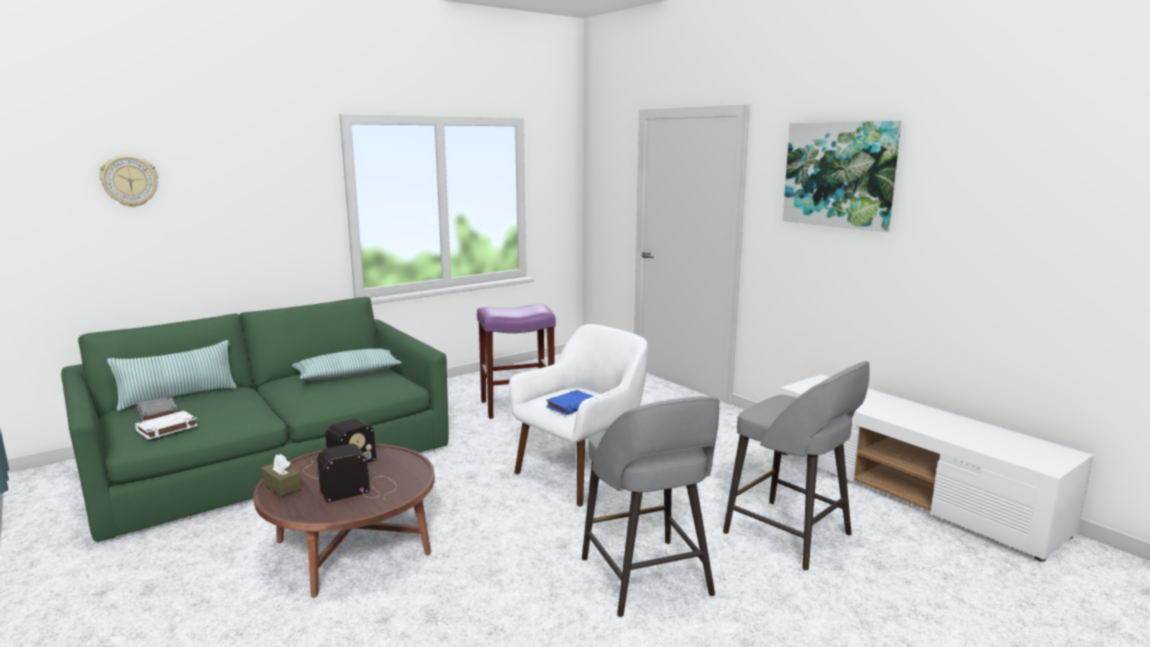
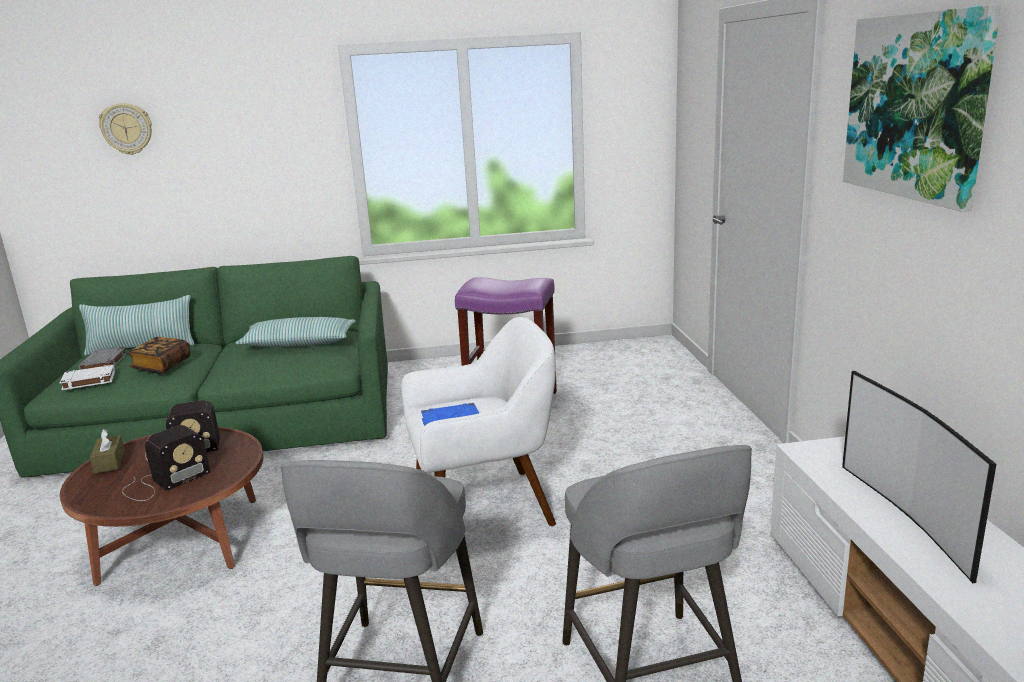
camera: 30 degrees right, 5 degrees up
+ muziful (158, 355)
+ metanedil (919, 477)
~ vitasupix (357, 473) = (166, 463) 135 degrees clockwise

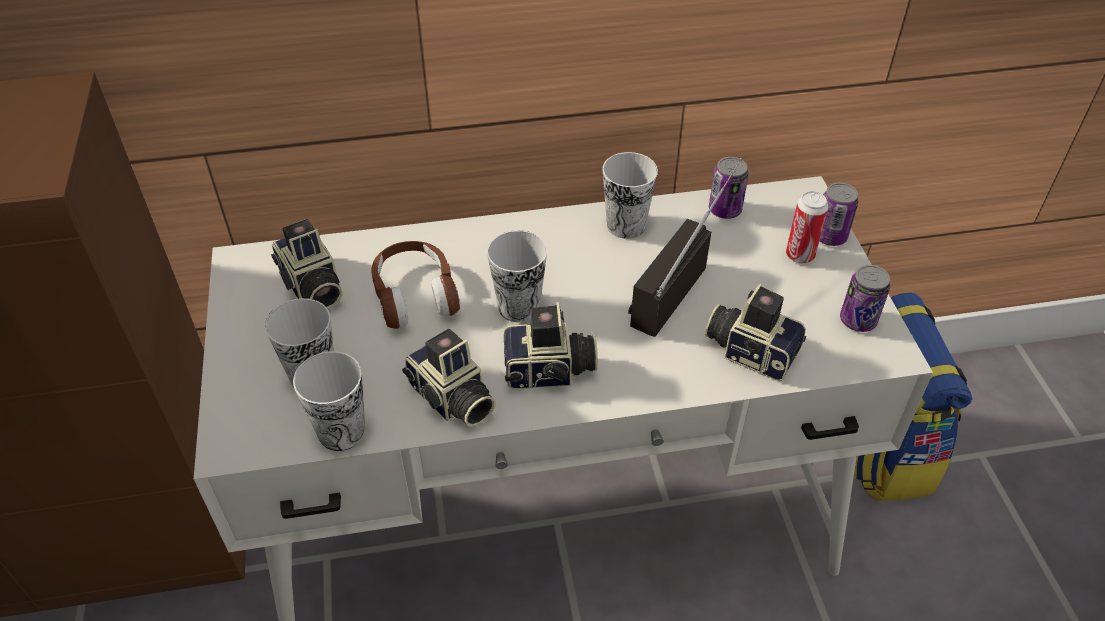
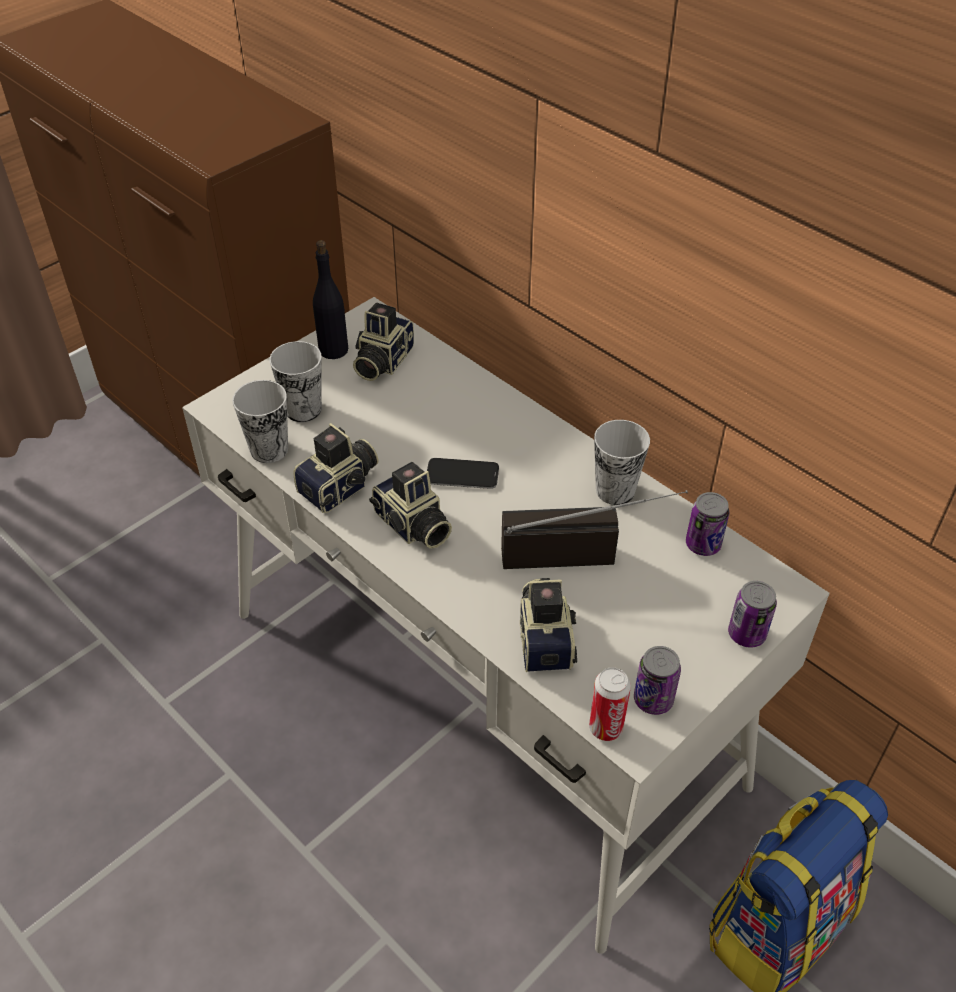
camera: 55 degrees right, 0 degrees up
- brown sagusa (415, 285)
+ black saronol (330, 299)
~ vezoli (807, 227) to (610, 704)
~ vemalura (517, 276) to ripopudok (463, 473)
~ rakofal (449, 377) = (335, 468) 150 degrees counterclockwise

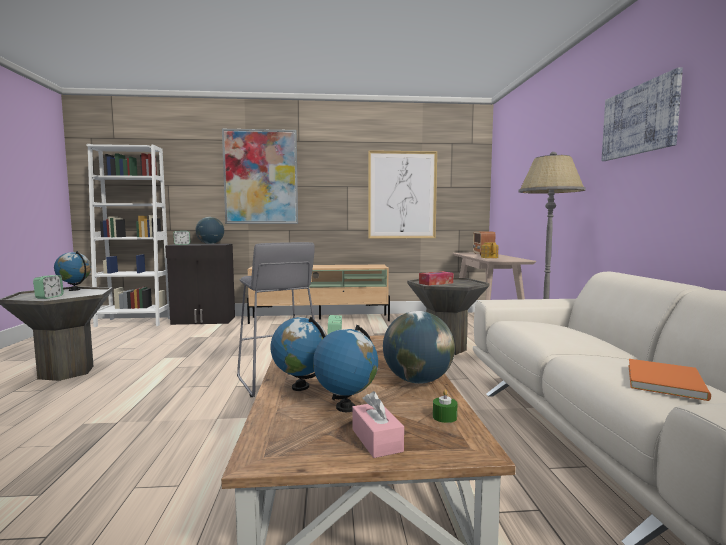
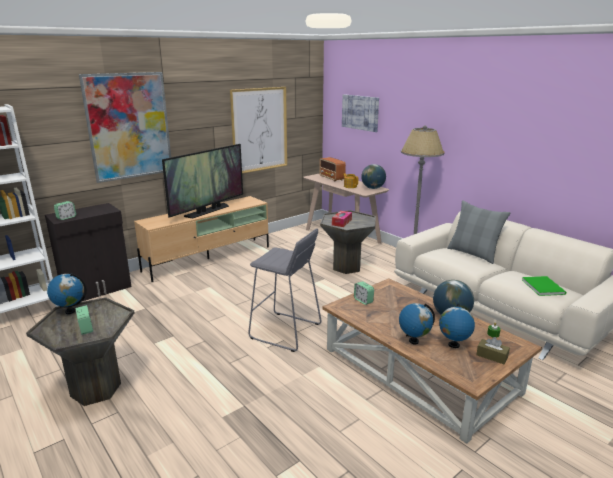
camera: 35 degrees left, 15 degrees up
+ metanedil (202, 181)
+ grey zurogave (478, 232)
~ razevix (209, 230) to (373, 176)
~ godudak (642, 114) to (360, 113)
~ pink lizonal (378, 424) to brown lizonal (493, 350)
~ orange muziful (669, 380) to green muziful (544, 286)

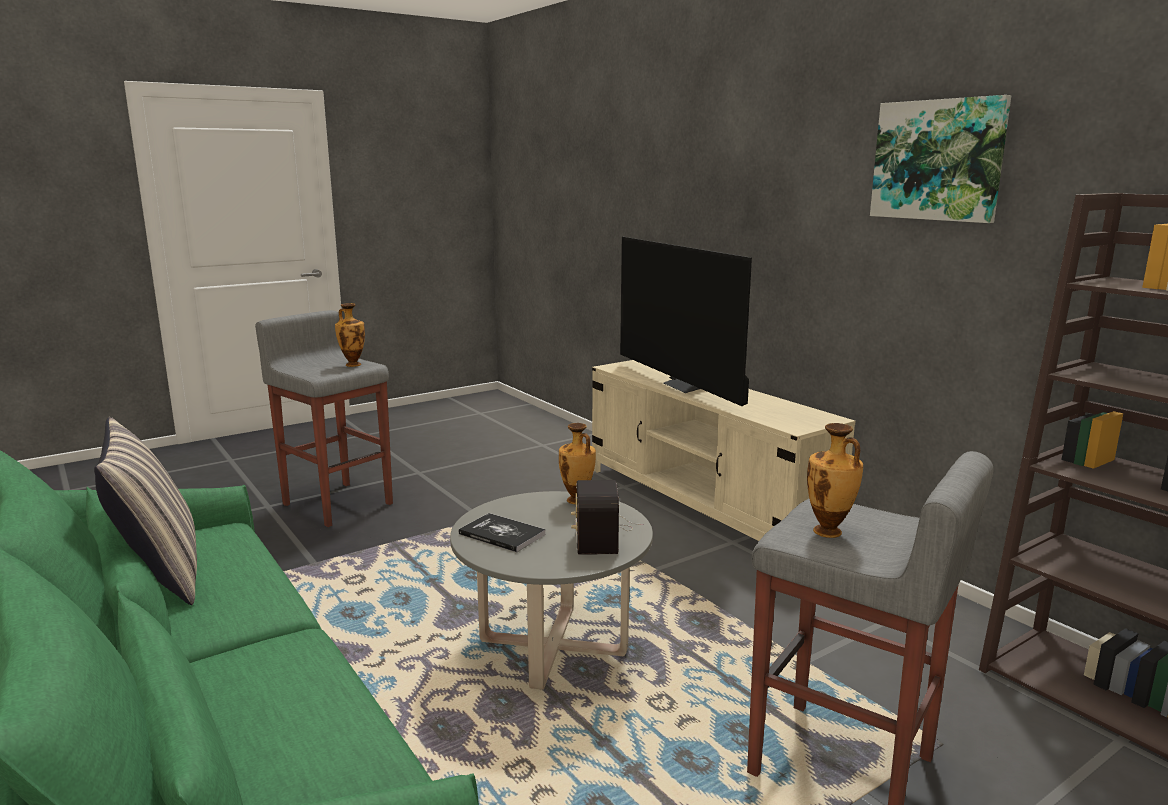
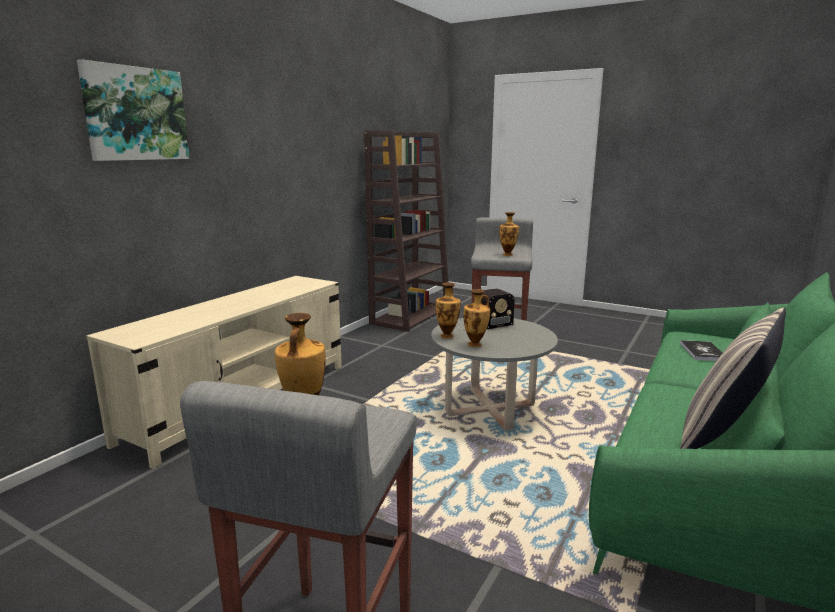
camera: 115 degrees left, 0 degrees up
- metanedil (686, 321)
+ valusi (476, 318)
~ muziful (502, 532) to (701, 350)
~ godudak (941, 159) to (133, 110)

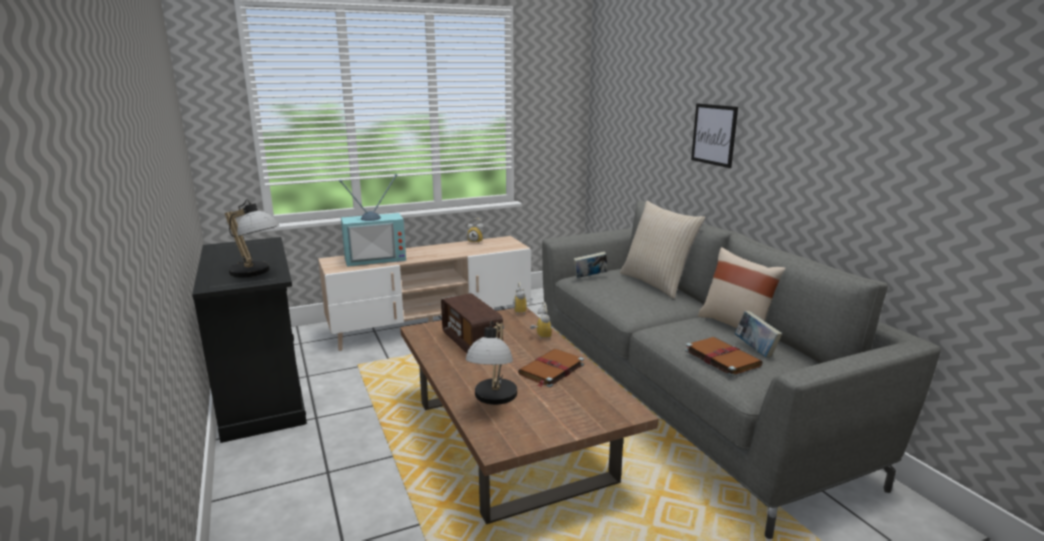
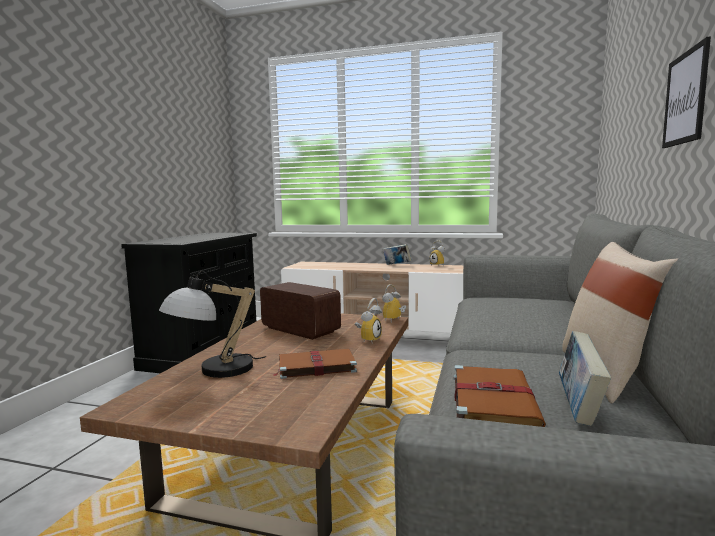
camera: 40 degrees right, 10 degrees down
- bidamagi (252, 238)
- metanedil (372, 220)
- beige zurogave (662, 250)
~ muziful (590, 265) to (397, 254)
~ vitasupix (472, 323) = (300, 311) 120 degrees clockwise

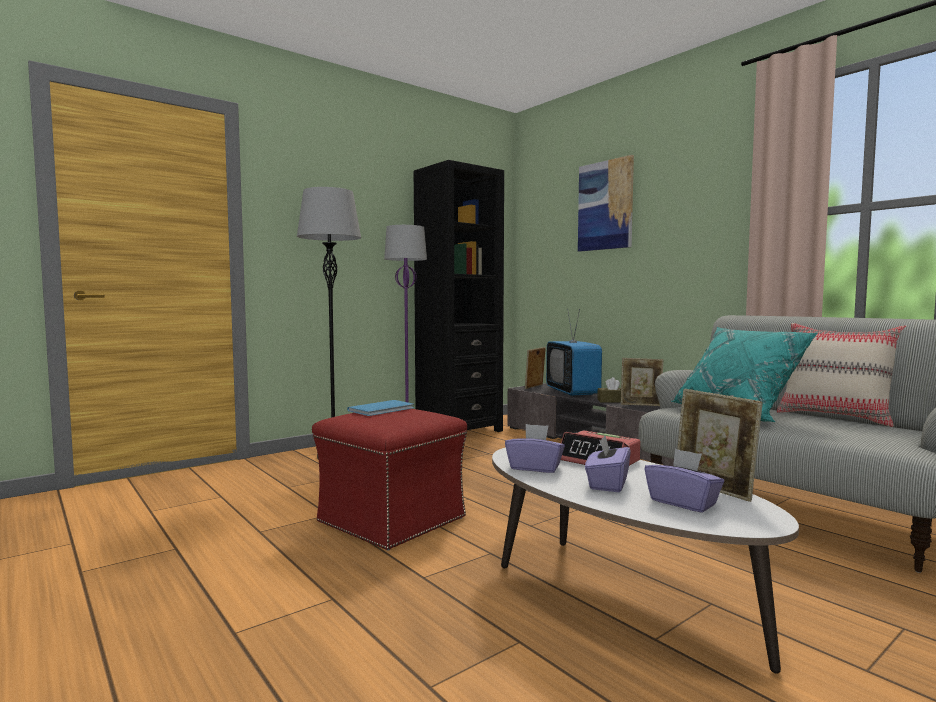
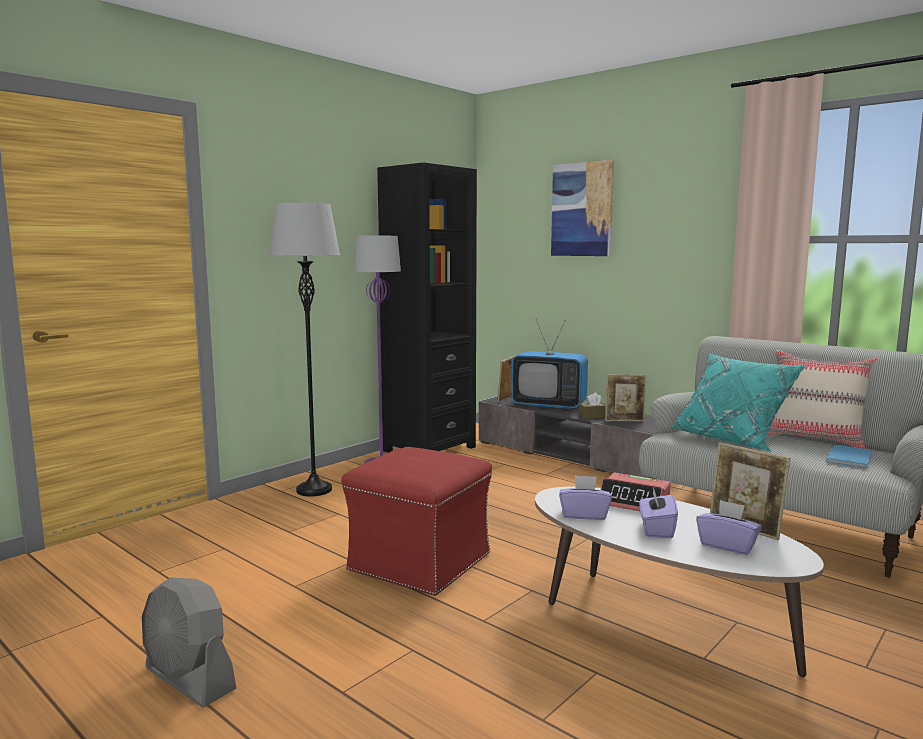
camera: 10 degrees left, 5 degrees up
+ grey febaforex (189, 642)
~ blue muziful (380, 408) to (849, 456)
~ metanedil (574, 352) = (550, 364) 45 degrees counterclockwise

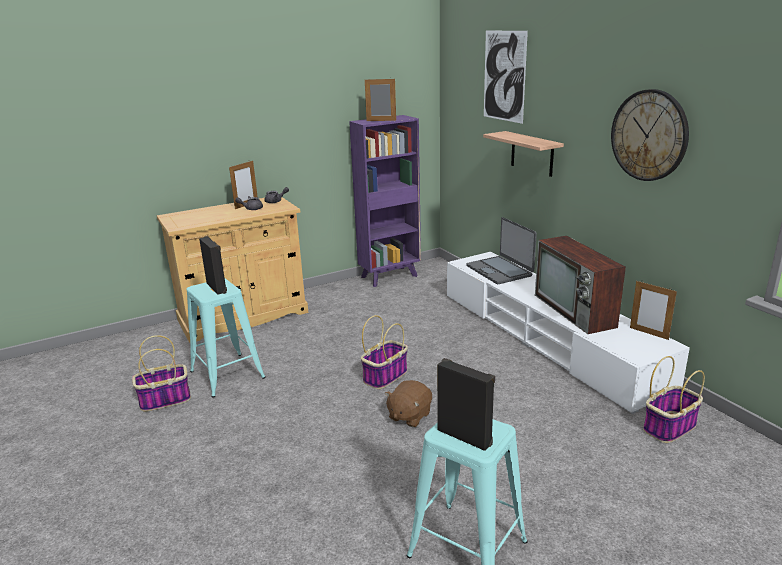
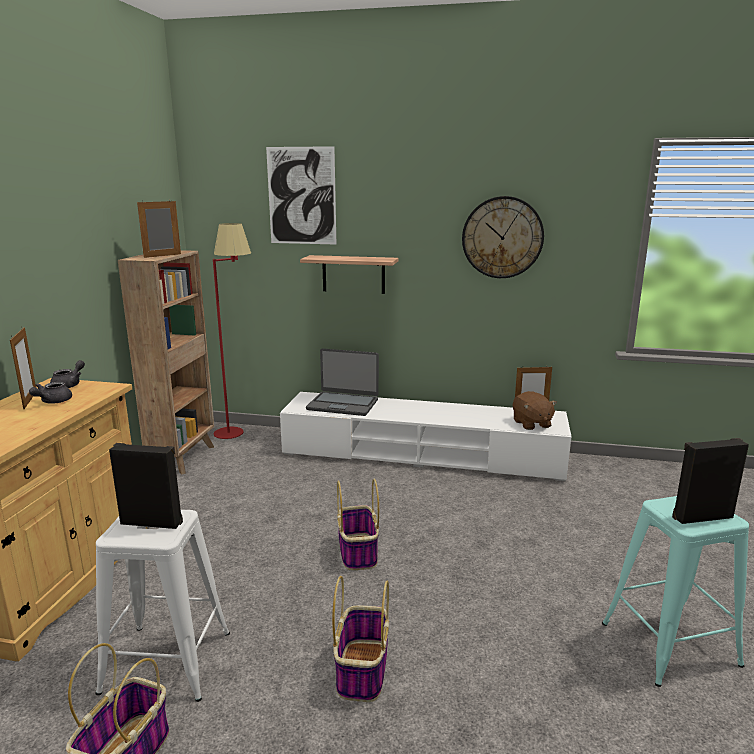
camera: 50 degrees left, 5 degrees down
- metanedil (580, 285)
+ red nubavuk (232, 331)
~ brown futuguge (408, 403) to (535, 410)
~ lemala (674, 399) to (360, 639)
~ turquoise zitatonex (226, 338) to white zitatonex (163, 606)
~ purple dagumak (385, 201) to brown dagumak (166, 362)

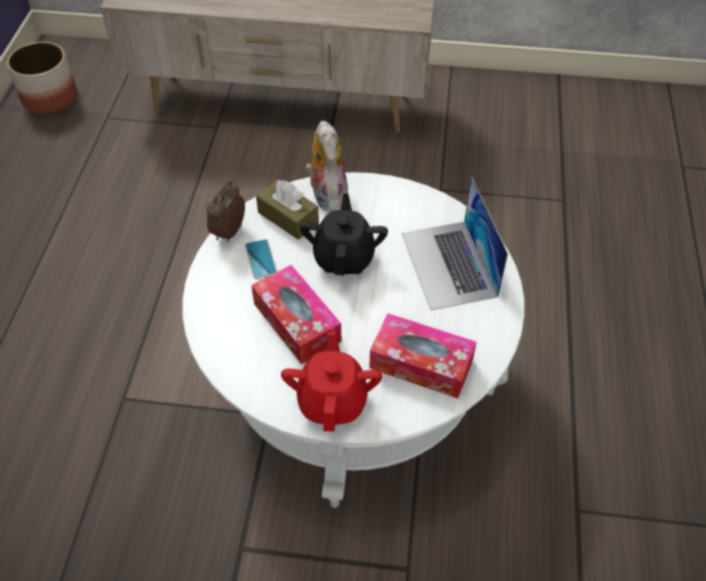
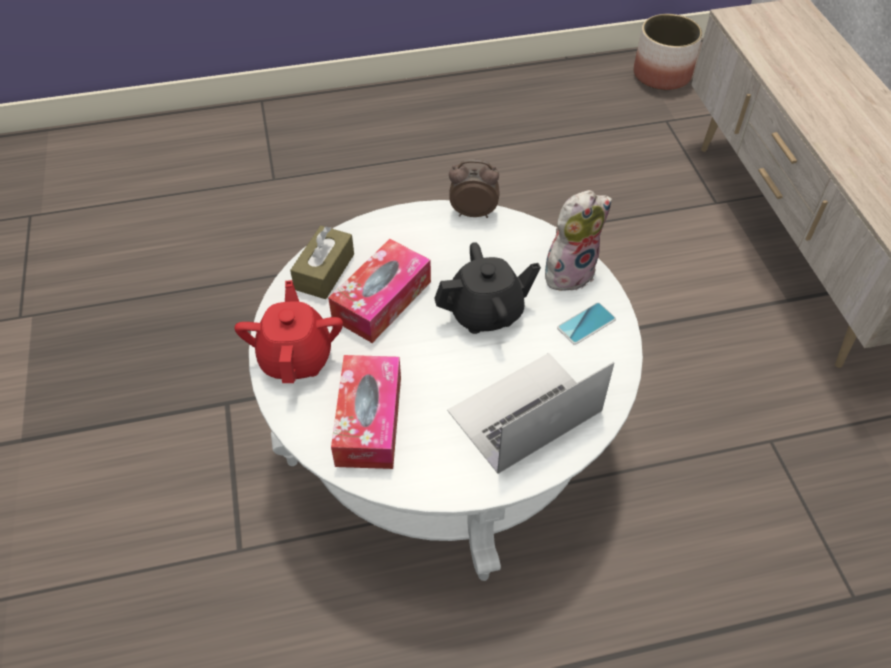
camera: 70 degrees right, 0 degrees up
~ ripopudok (261, 259) to (586, 324)
~ brown lizonal (287, 210) to (322, 262)
~ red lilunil (331, 380) = (289, 331) 75 degrees counterclockwise

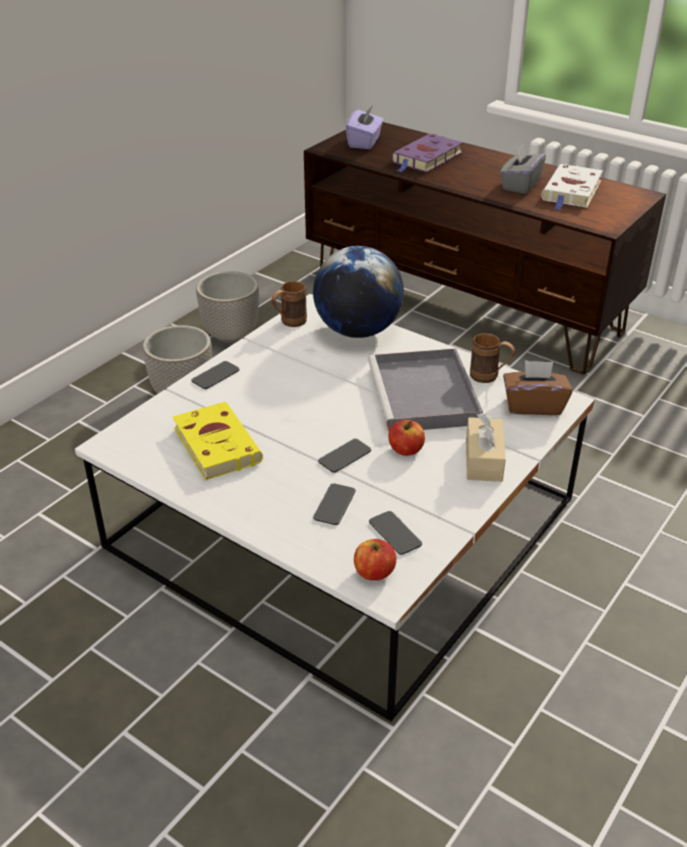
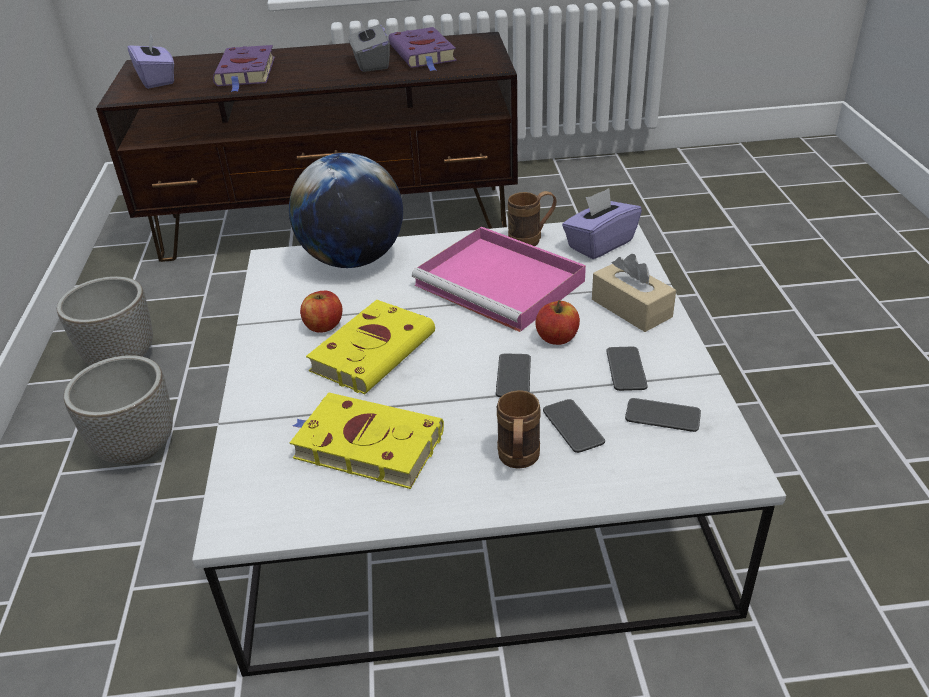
camera: 40 degrees left, 0 degrees up
+ yellow muziful (370, 347)
~ ripopudok (215, 375) to (627, 369)
~ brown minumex (289, 304) to (518, 429)
~ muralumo (375, 560) to (321, 312)
~ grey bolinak (425, 389) to pink bolinak (499, 279)
~ brown lizonal (537, 387) to purple lizonal (602, 223)
~ white muziful (572, 187) to purple muziful (422, 49)

